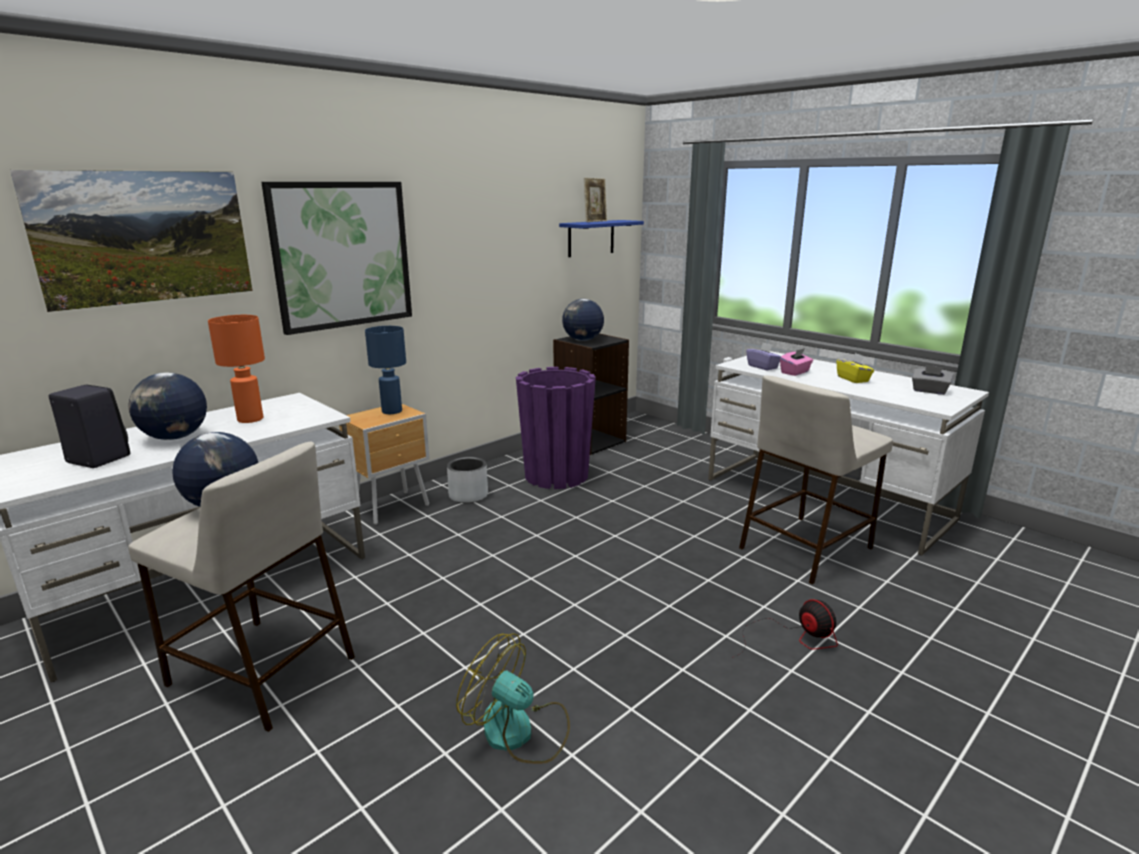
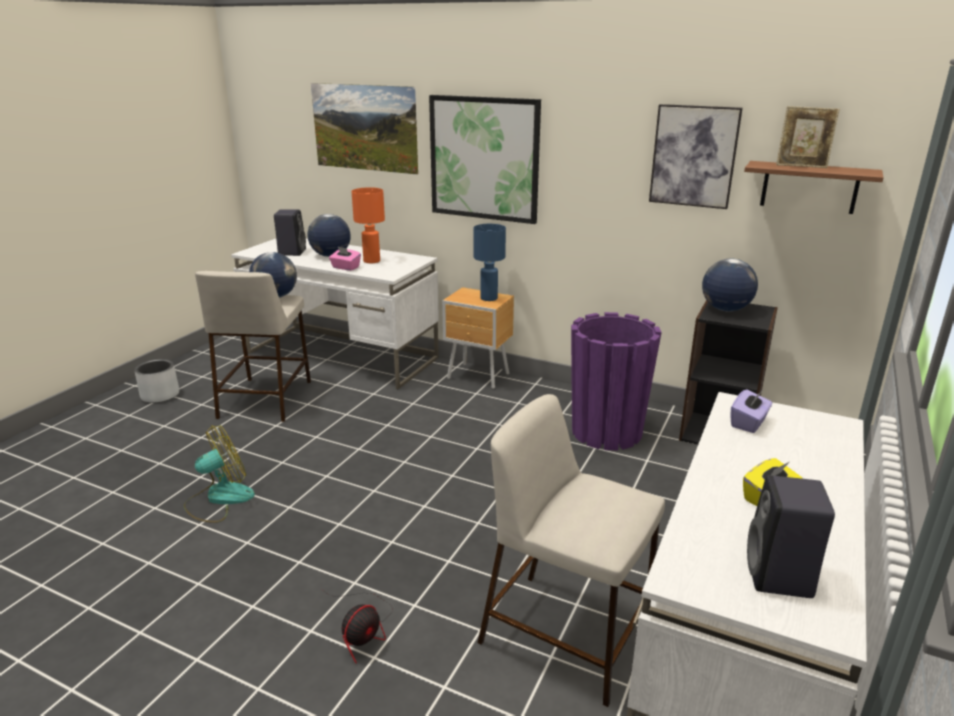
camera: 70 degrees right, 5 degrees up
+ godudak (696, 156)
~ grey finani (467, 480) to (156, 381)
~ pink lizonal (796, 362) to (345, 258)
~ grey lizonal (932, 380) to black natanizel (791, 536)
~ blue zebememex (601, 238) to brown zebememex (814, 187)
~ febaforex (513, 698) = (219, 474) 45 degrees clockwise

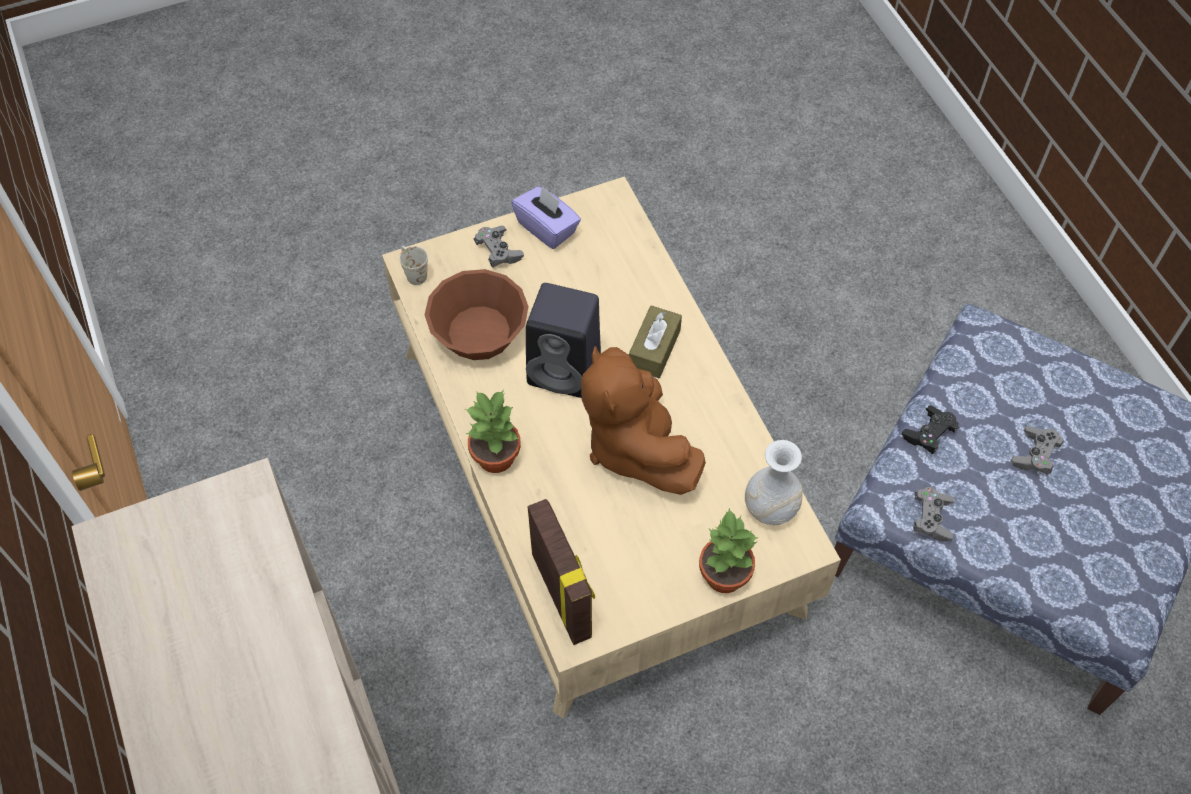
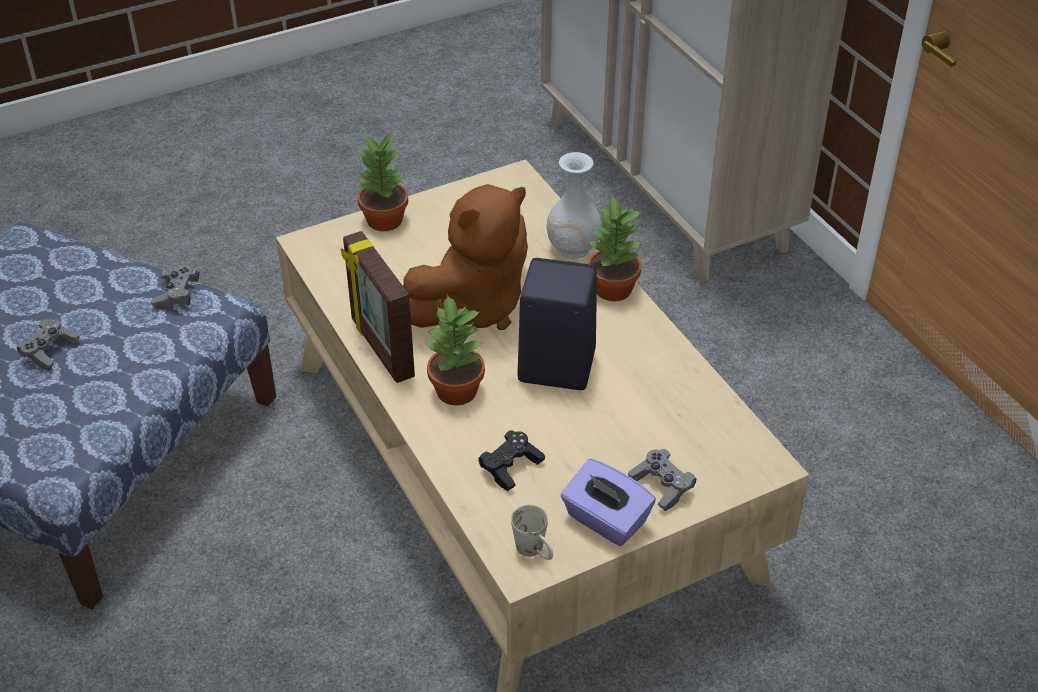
camera: 175 degrees right, 15 degrees down
- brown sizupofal (477, 314)
~ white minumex (413, 265) to (532, 532)
~ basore (561, 572) to (378, 307)
~ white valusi (773, 482) to (574, 205)
~ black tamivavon (931, 429) to (511, 460)
~ brown lizonal (655, 342) to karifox (455, 349)
~ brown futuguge (643, 420) = (465, 257) 75 degrees clockwise

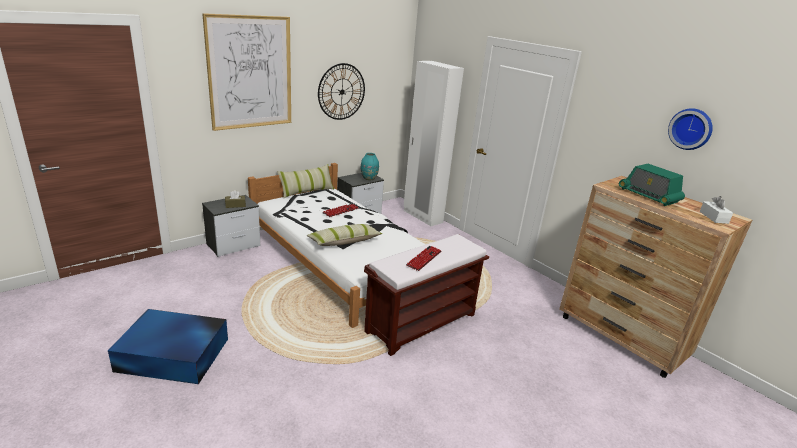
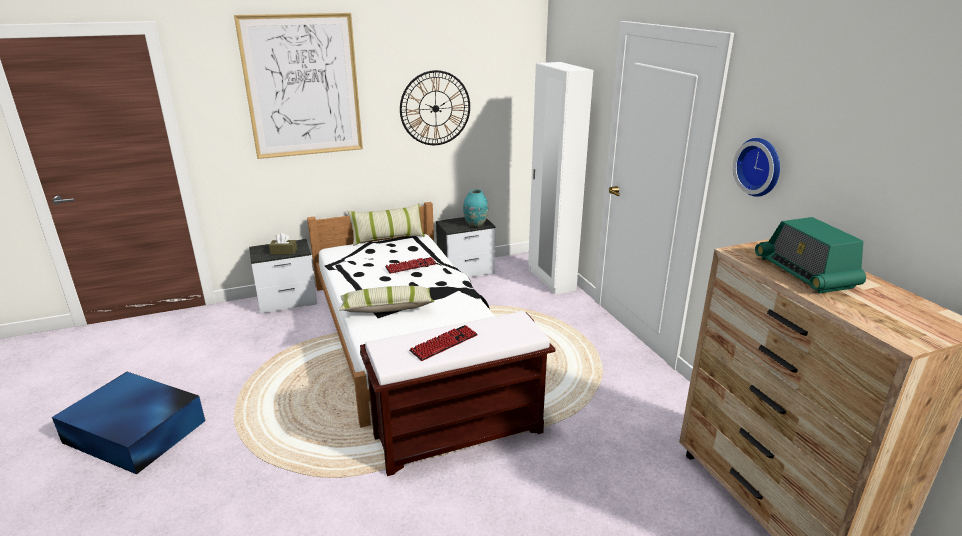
camera: 20 degrees right, 0 degrees up
- white lizonal (716, 210)
~ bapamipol (690, 129) to (756, 167)

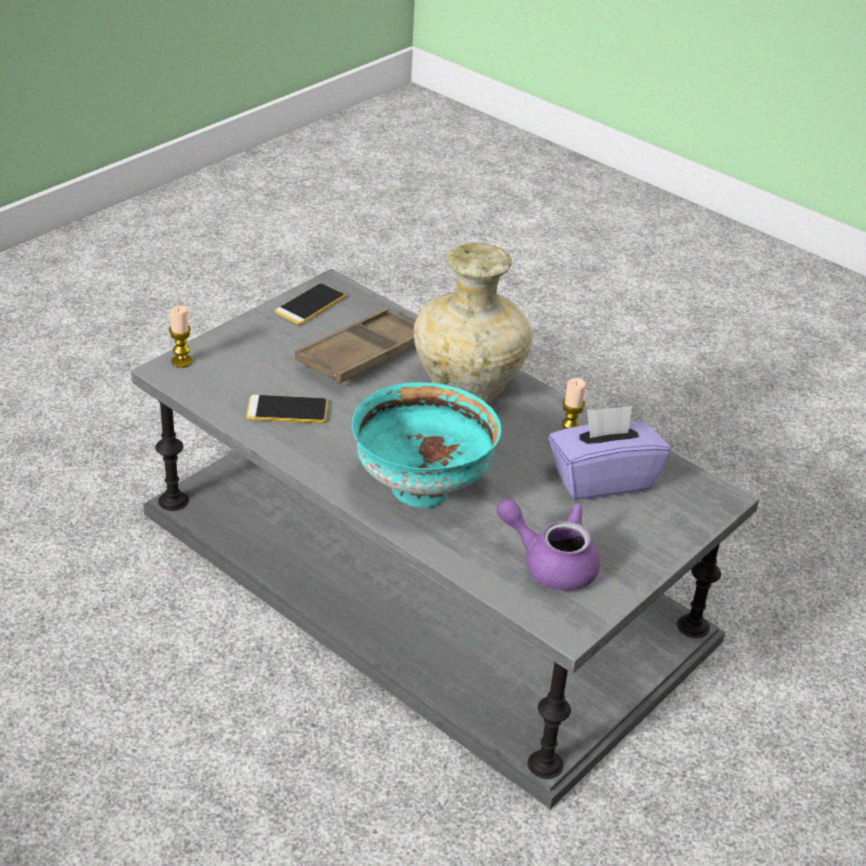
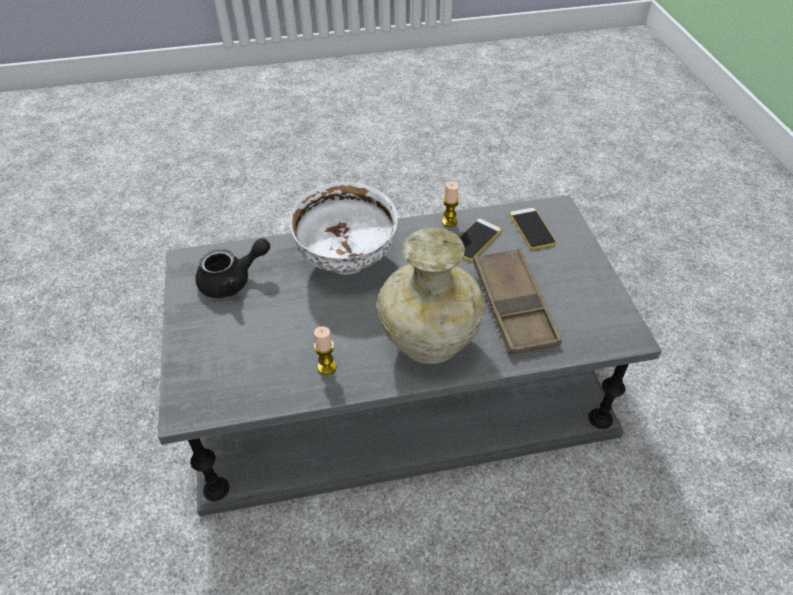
camera: 130 degrees right, 10 degrees up
- purple lizonal (609, 453)
~ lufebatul (181, 337) to (450, 204)
~ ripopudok (310, 304) to (532, 229)
~ turquoise sizupofal (426, 445) to white sizupofal (343, 228)
~ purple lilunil (548, 544) to black lilunil (233, 268)

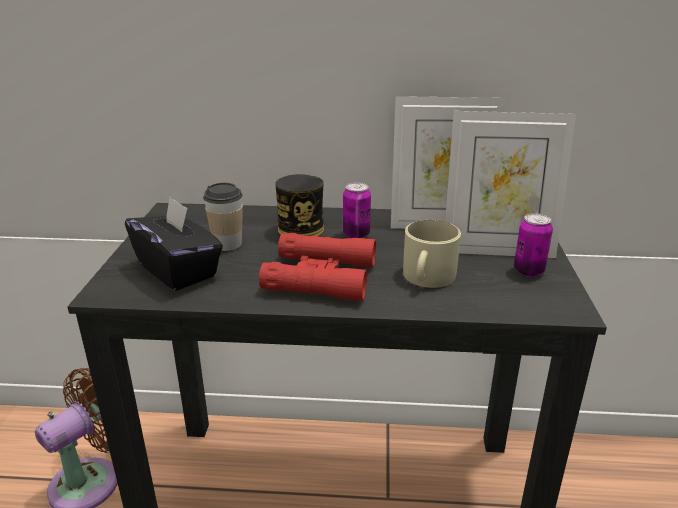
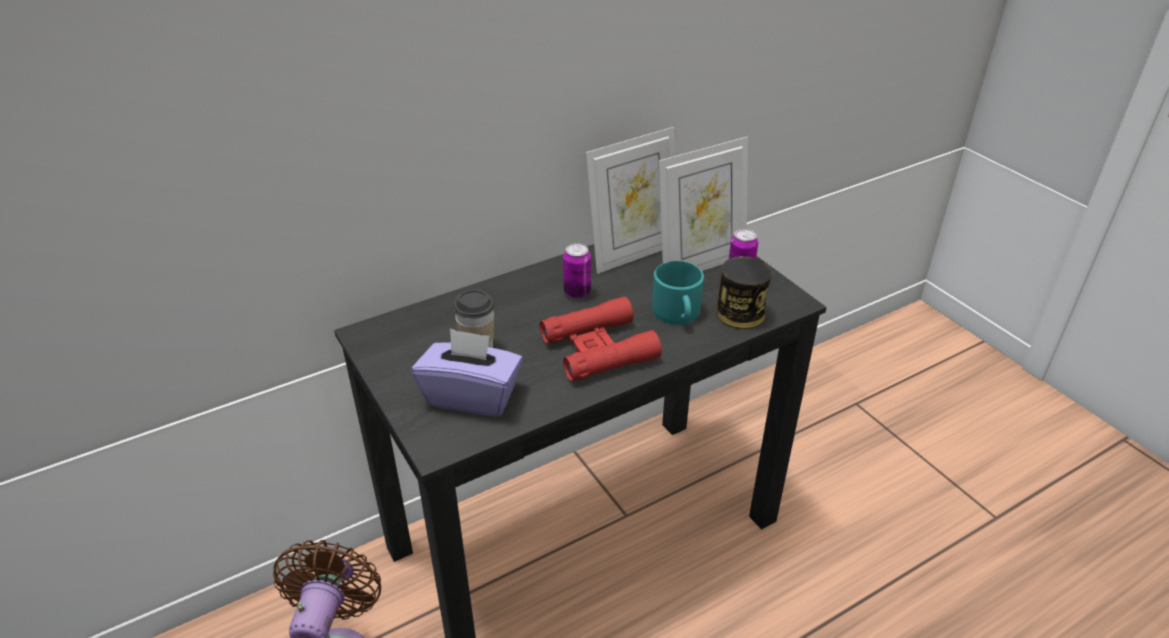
camera: 35 degrees left, 10 degrees up
~ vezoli (299, 205) to (744, 292)
~ black lizonal (174, 243) to purple lizonal (467, 372)
~ beige minumex (432, 254) to turquoise minumex (678, 293)

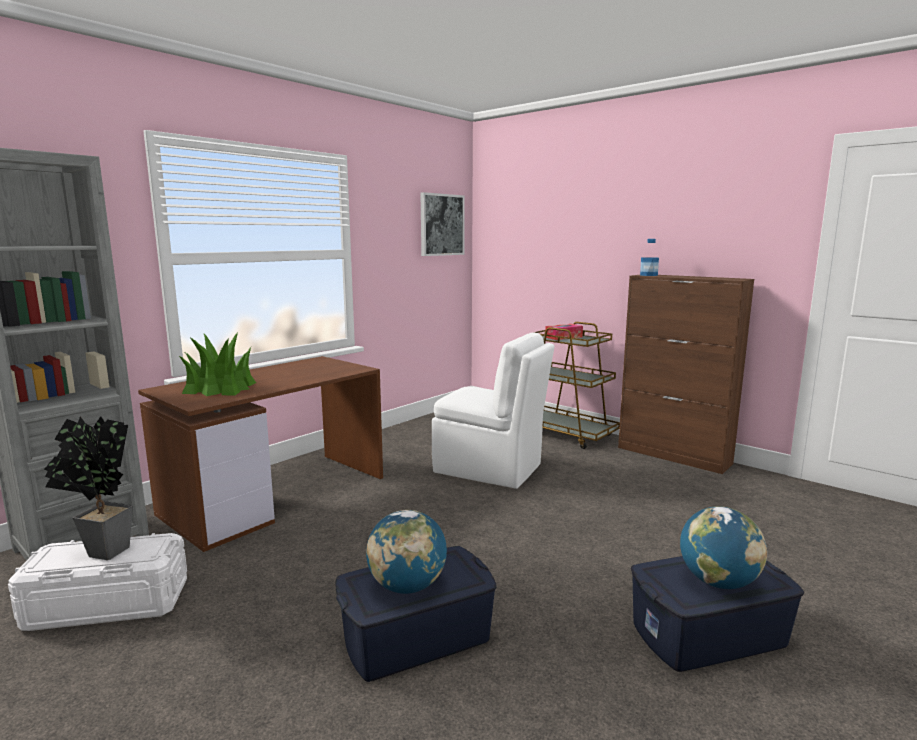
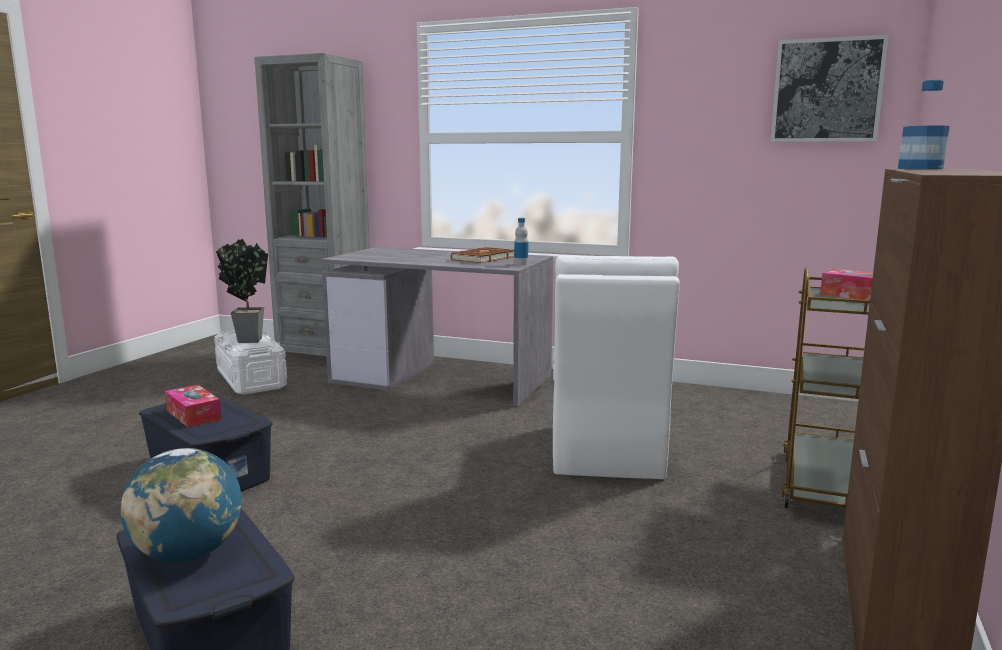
camera: 70 degrees right, 0 degrees up
- karifox (217, 364)
+ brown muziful (482, 255)
+ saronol (521, 242)
~ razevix (406, 552) to lizonal (193, 406)
~ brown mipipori (260, 454) to grey mipipori (437, 326)

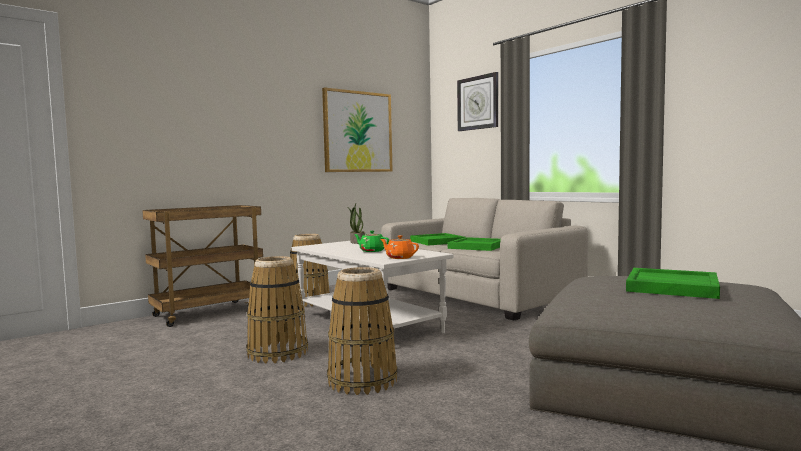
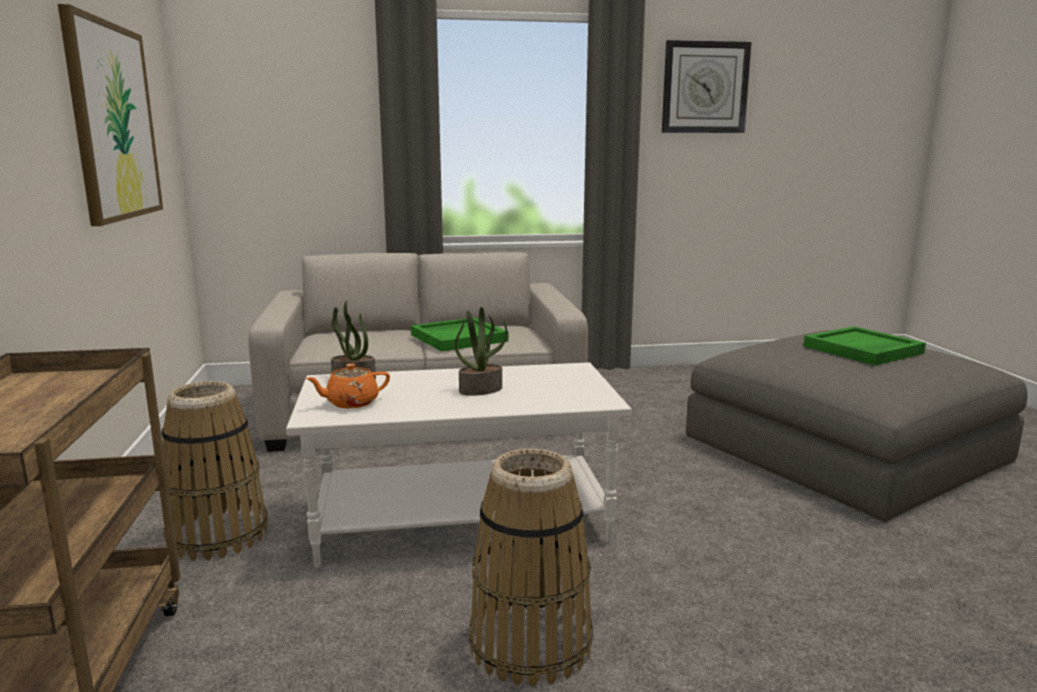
camera: 60 degrees left, 10 degrees up
- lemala (362, 331)
- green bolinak (437, 239)
~ orange lilunil (400, 247) to (347, 386)
~ bapamipol (477, 101) to (706, 86)
~ green lilunil (371, 241) to karifox (481, 351)

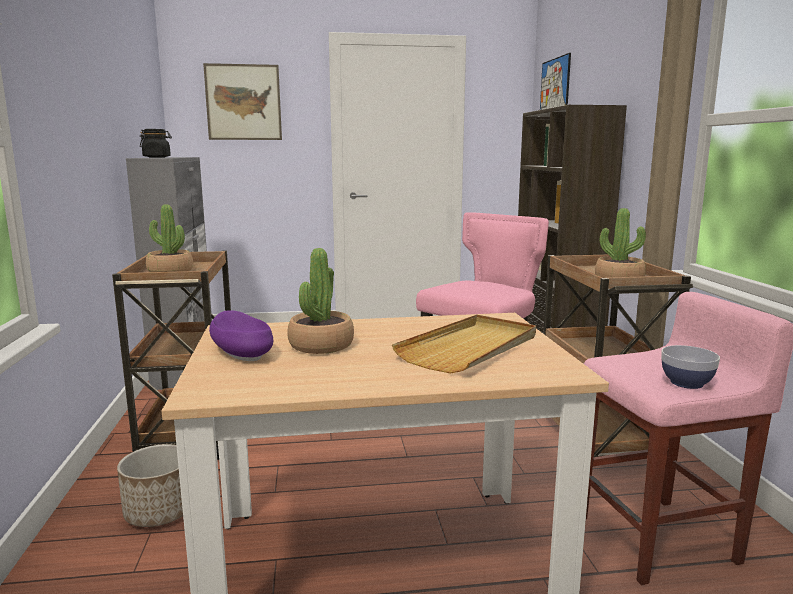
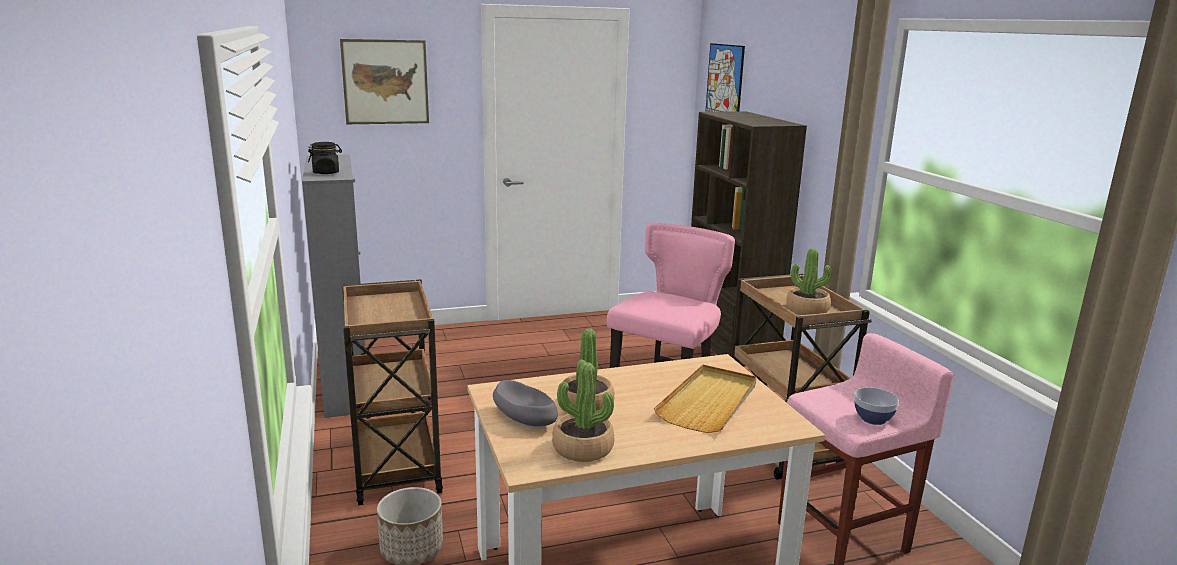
camera: 10 degrees left, 5 degrees up
~ karifox (169, 238) to (583, 412)
~ purple sizupofal (241, 335) to grey sizupofal (525, 404)

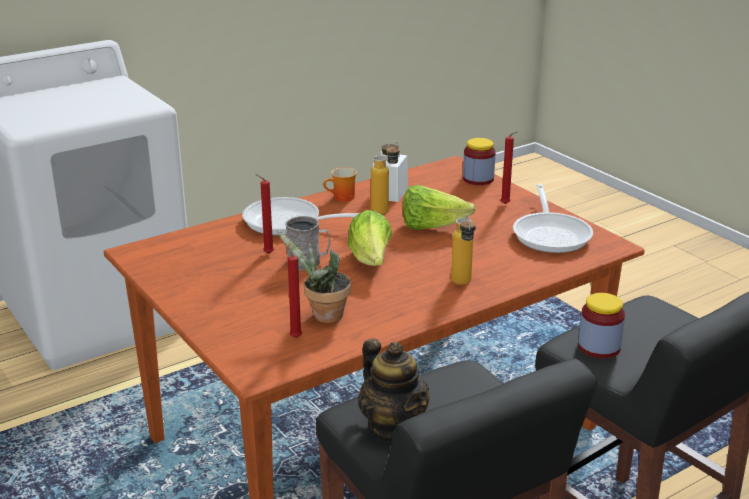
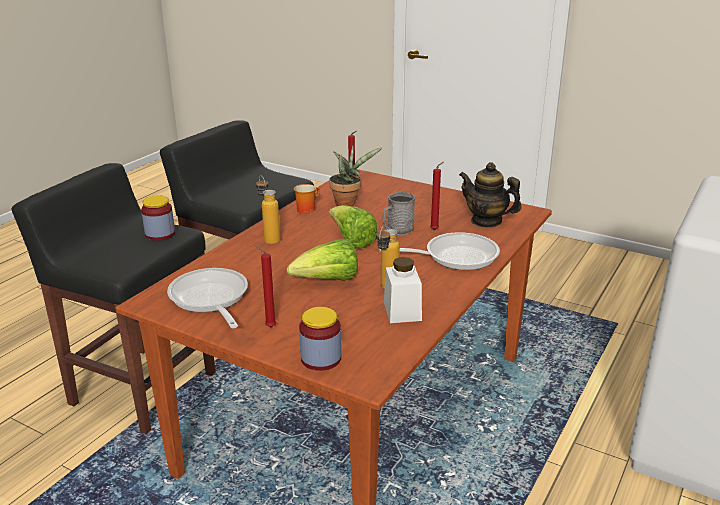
camera: 155 degrees right, 0 degrees up
~ minumex (340, 184) to (306, 199)
~ lilunil (394, 390) to (490, 195)

